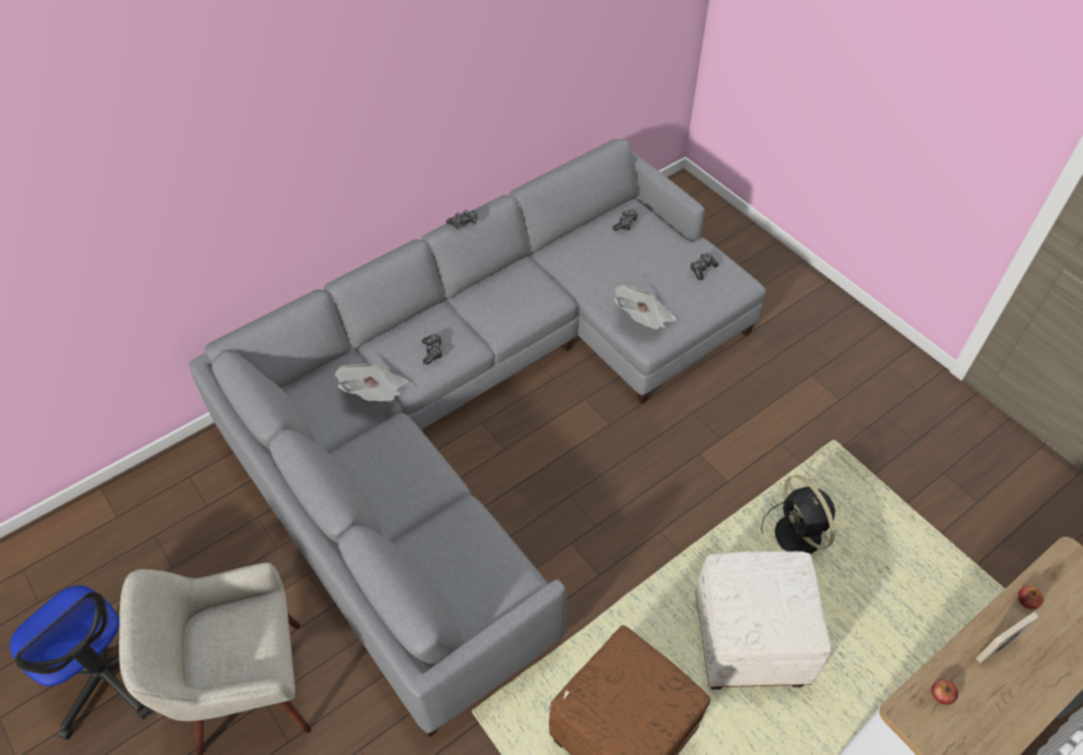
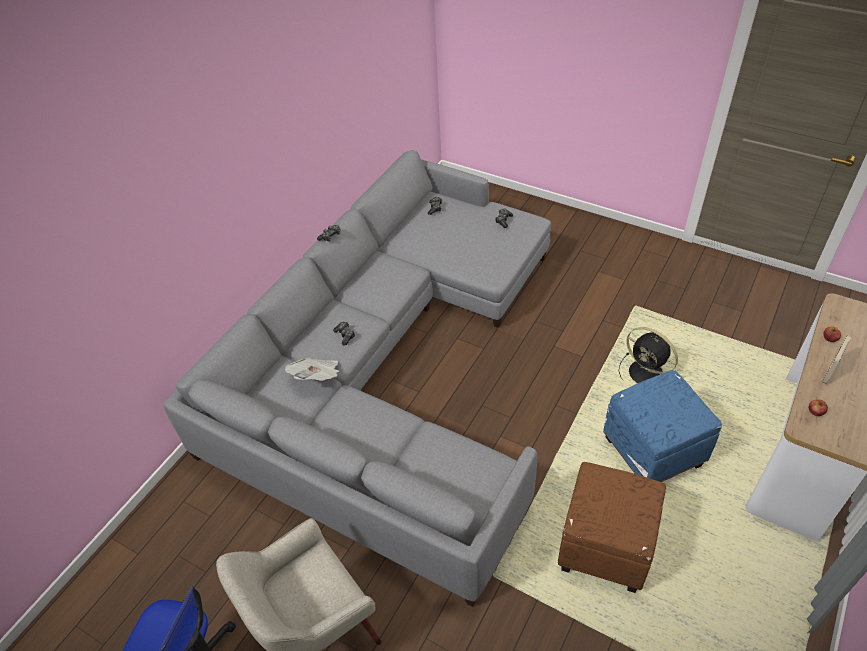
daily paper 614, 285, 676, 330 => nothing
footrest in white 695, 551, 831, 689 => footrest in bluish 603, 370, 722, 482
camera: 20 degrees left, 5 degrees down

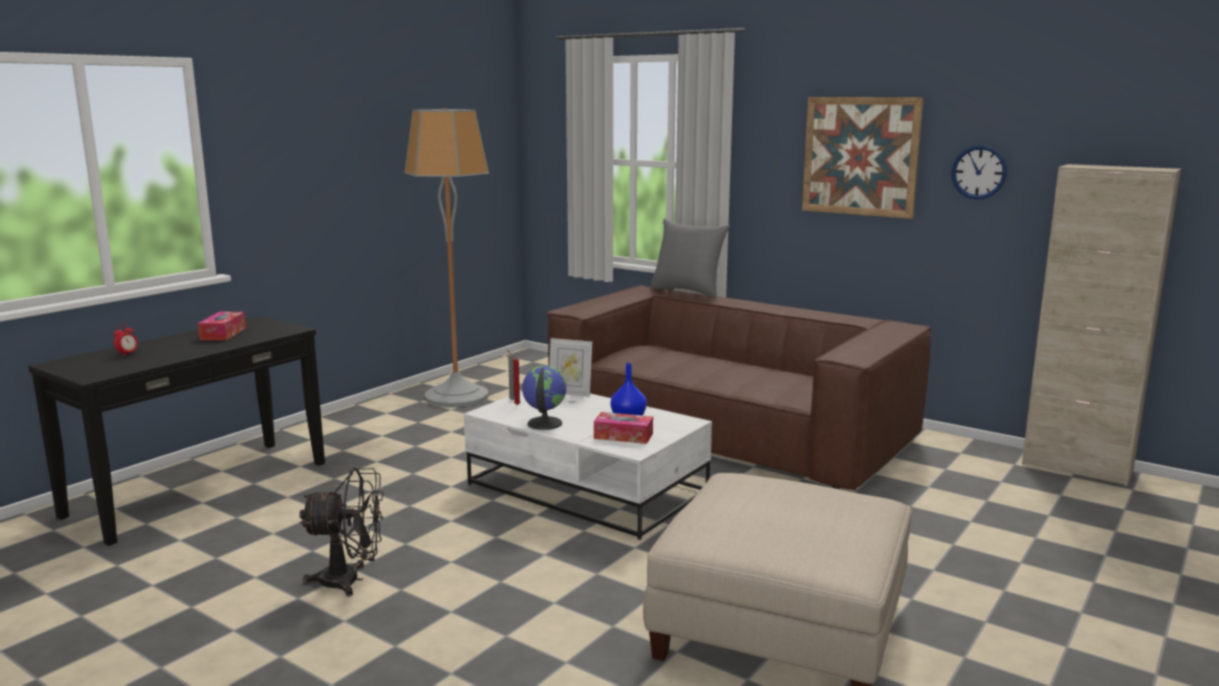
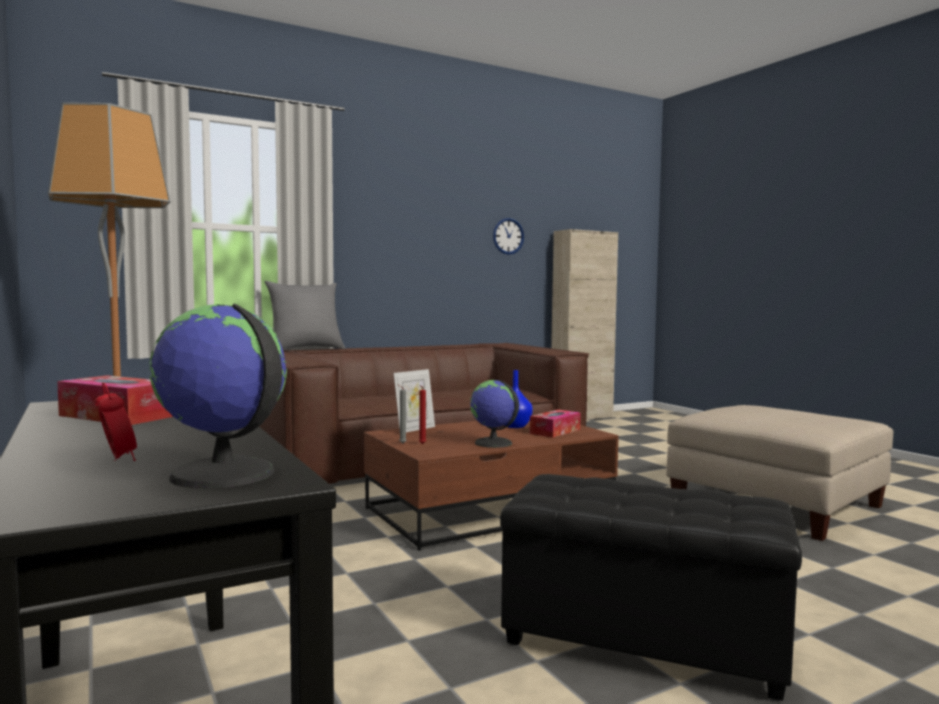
fan in black-coloured 299, 468, 384, 597 => footrest in black-coloured 500, 474, 802, 701
lounge table in white 464, 391, 712, 540 => lounge table in brown 364, 415, 619, 551
wall art 802, 97, 924, 219 => nothing
nothing => world globe 149, 304, 287, 488
camera: 65 degrees left, 10 degrees down

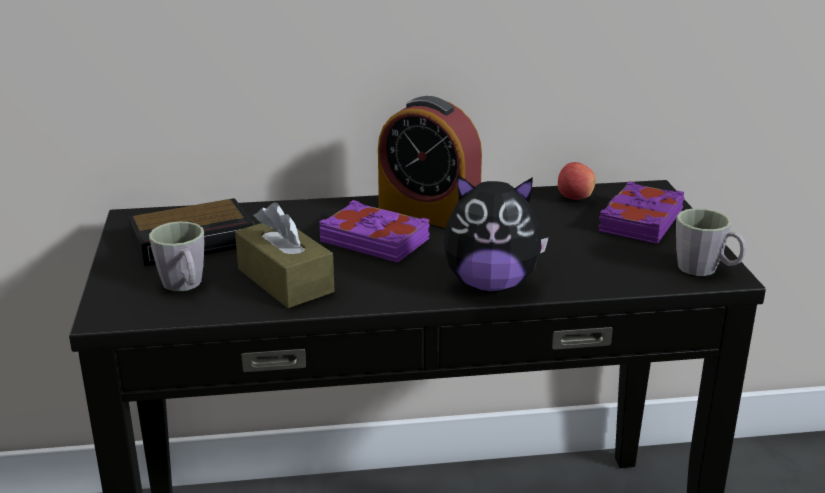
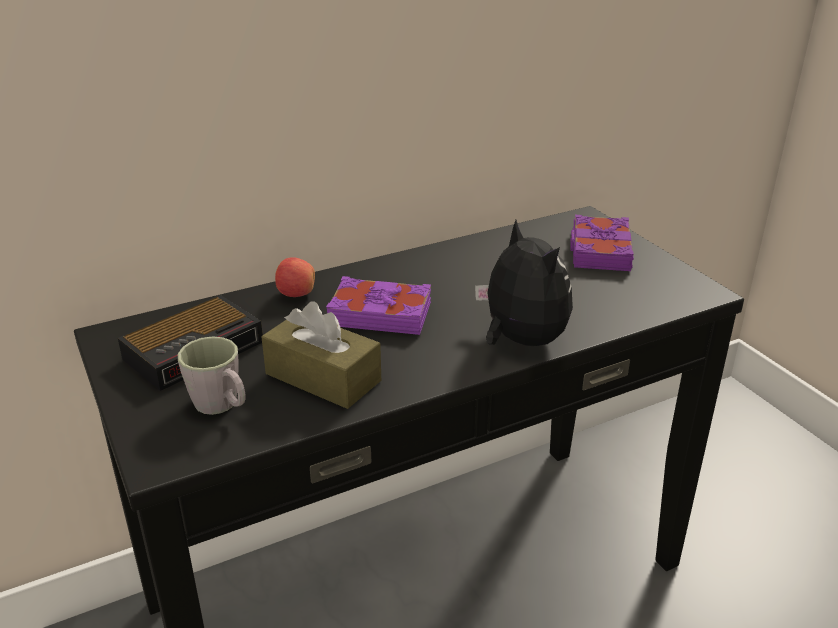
bedside clock 378, 96, 482, 228 => nothing
plush toy 443, 174, 549, 292 => plush toy 475, 220, 573, 346, 105 degrees counterclockwise
apple fruit 558, 162, 596, 200 => apple fruit 275, 257, 315, 297, relocated
tea mug in greyish 676, 208, 746, 276 => nothing
camera: 20 degrees left, 5 degrees up

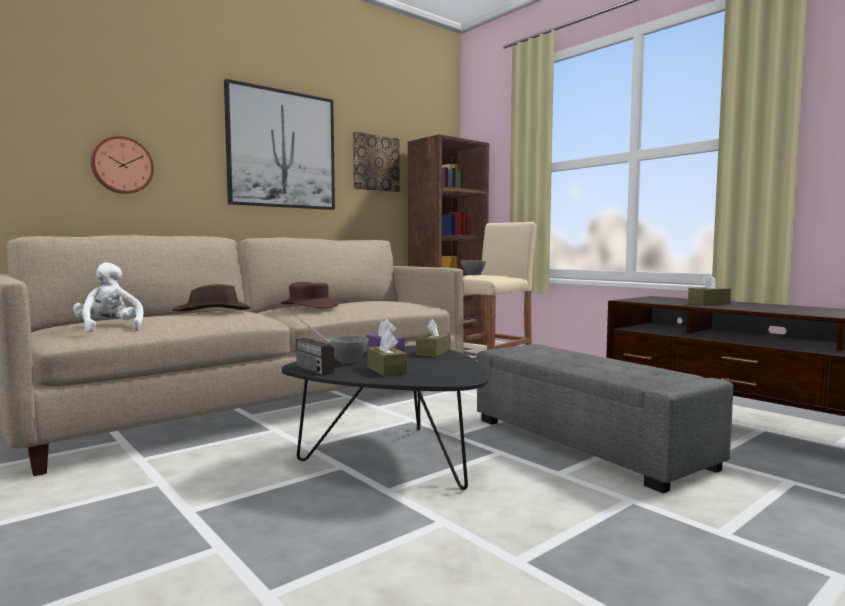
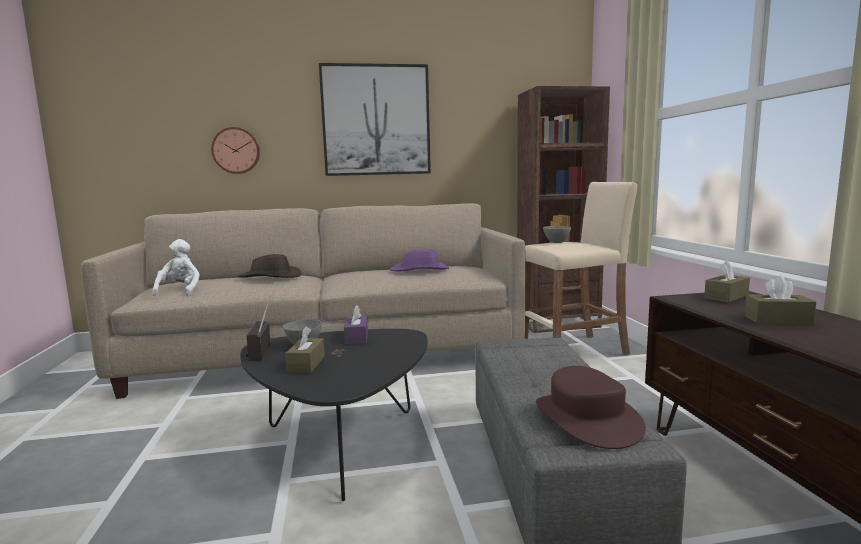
wearable hat in brown 281, 282, 339, 308 => wearable hat in brown 536, 366, 646, 449, relocated
wall art 353, 132, 400, 192 => nothing
box of tissues in brown 416, 319, 451, 357 => box of tissues in brown 704, 260, 750, 303, relocated
nothing => wearable hat in purplish 390, 248, 449, 271
camera: 30 degrees right, 5 degrees up

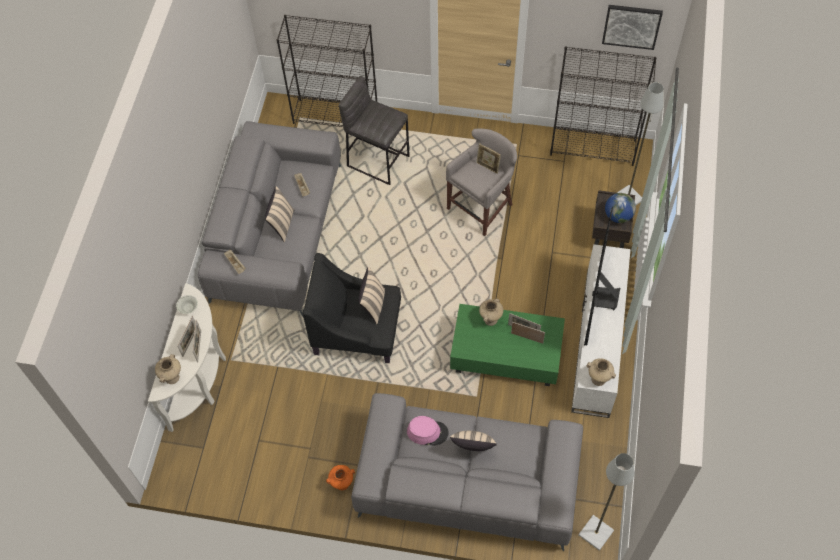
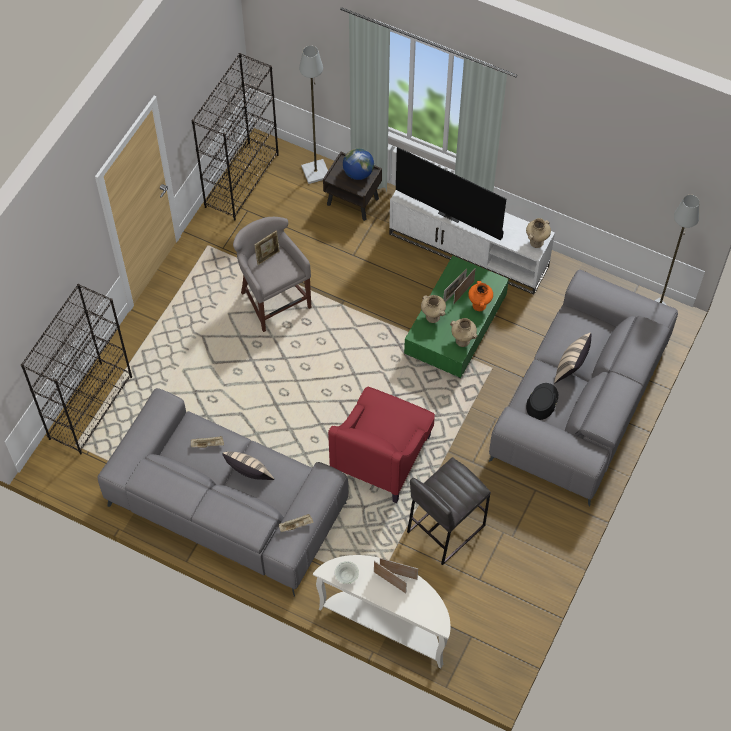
decorative vase in beige 155, 354, 181, 384 => decorative vase in beige 450, 318, 477, 347, relocated
armchair in black-coloured 303, 253, 401, 363 => armchair in red-coloured 328, 387, 435, 503
decorative vase in orange-coloured 326, 465, 355, 490 => decorative vase in orange-coloured 468, 281, 493, 311, relocated
stool seat in greyish 339, 76, 410, 185 => stool seat in greyish 407, 457, 491, 565, relocated
throw pillow in beige 358, 267, 385, 325 => nothing
wearable hat in pink 407, 416, 449, 445 => wearable hat in black-coloured 526, 383, 559, 420
wall art 602, 5, 663, 50 => nothing
camera: 75 degrees left, 0 degrees up

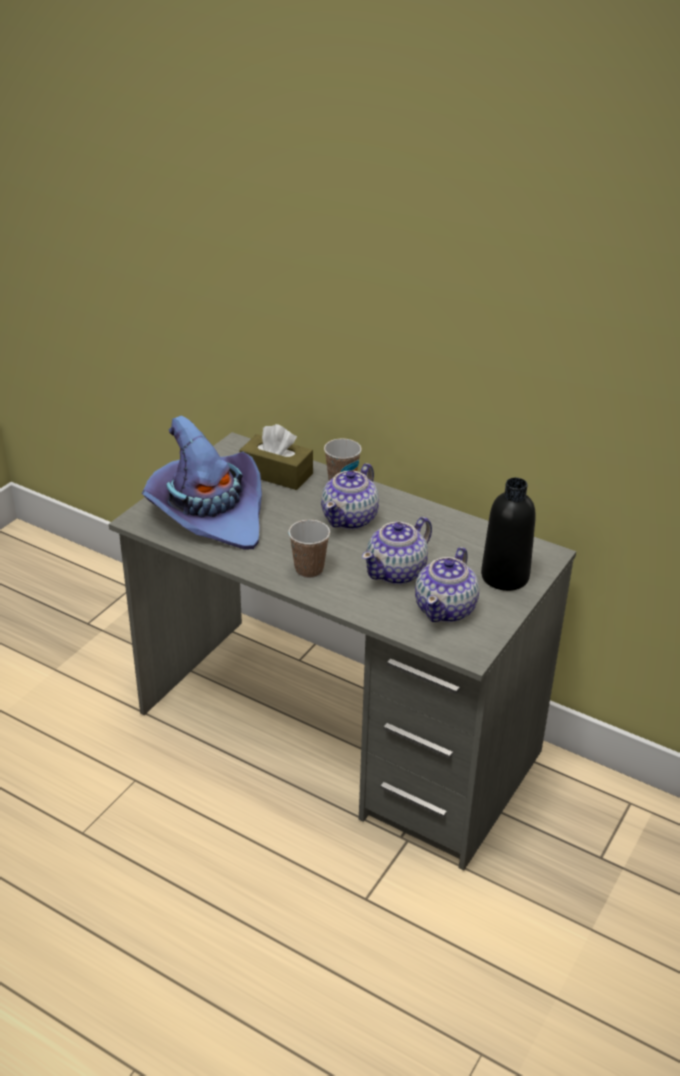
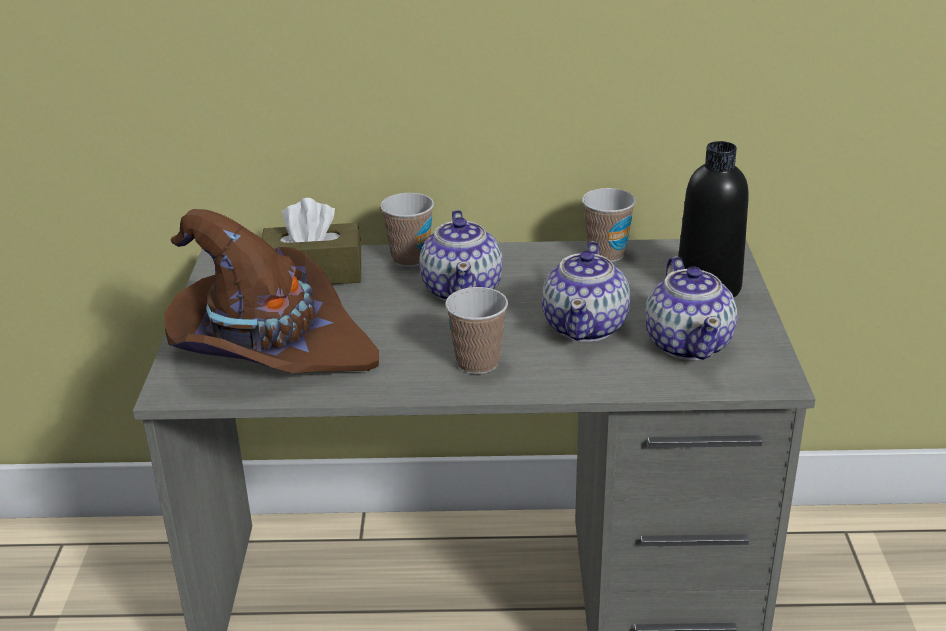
wearable hat in purplish 142, 415, 262, 550 => wearable hat in brown 164, 209, 379, 373
nothing => cup 582, 188, 636, 262
camera: 30 degrees left, 5 degrees down

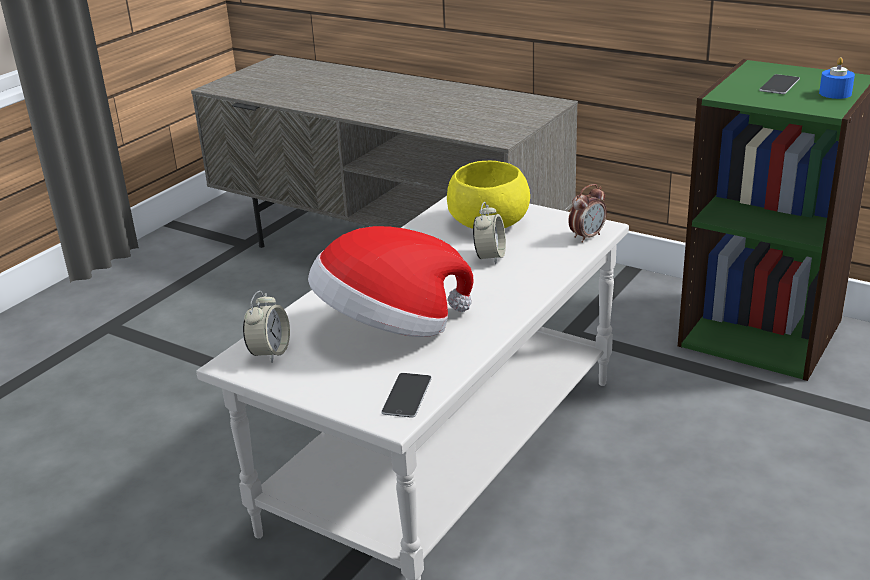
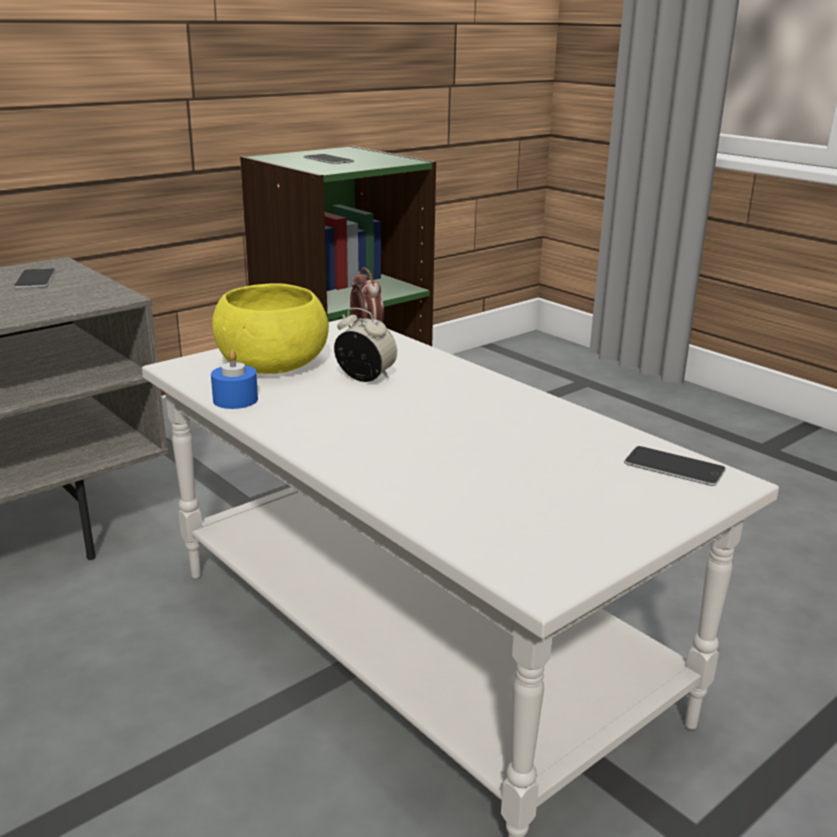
bedside clock 243, 291, 290, 363 => nothing
wearable hat 308, 226, 473, 337 => nothing
wax light in bluish 819, 57, 855, 99 => wax light in bluish 211, 350, 258, 409, relocated
nothing => telephone 14, 268, 56, 288
camera: 75 degrees left, 5 degrees down

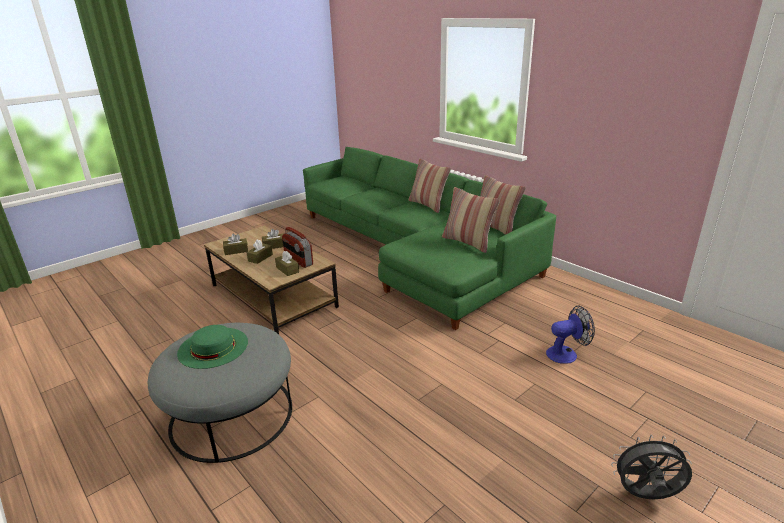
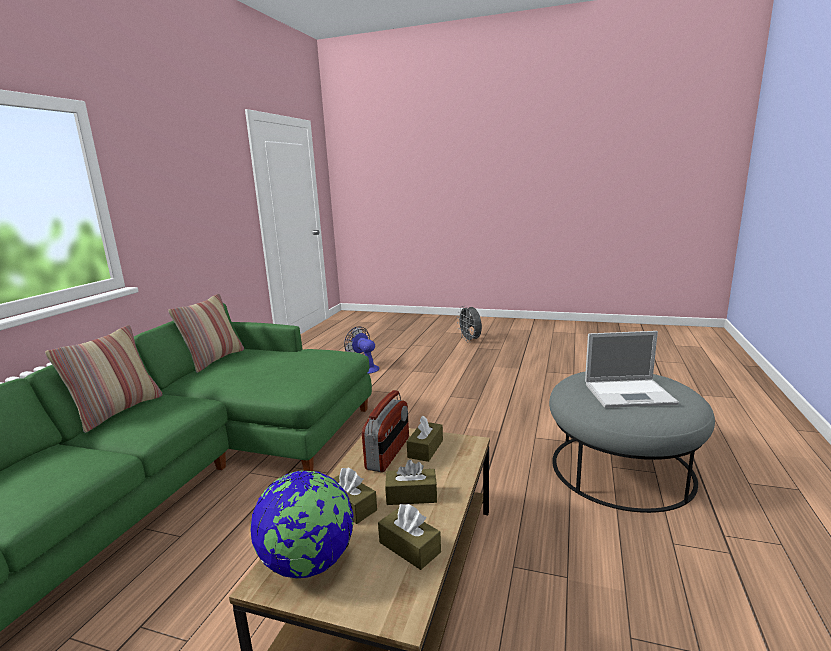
wearable hat in greenish 177, 325, 248, 369 => laptop 585, 331, 679, 408
throw pillow 442, 187, 500, 253 => nothing
nothing => world globe 250, 470, 354, 579
camera: 120 degrees left, 10 degrees down

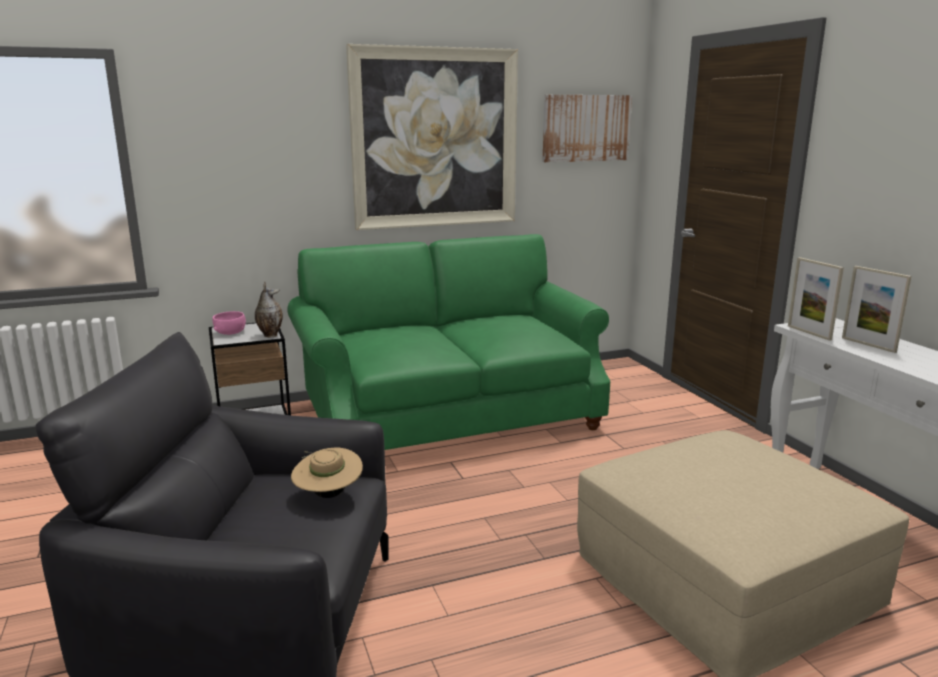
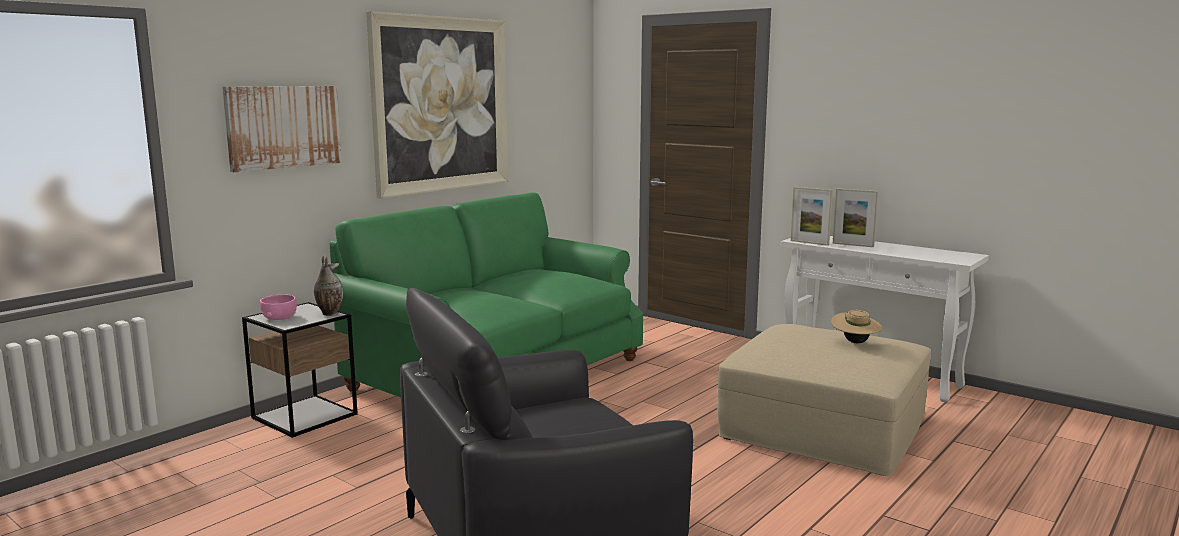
wearable hat in beige 291, 448, 363, 498 => wearable hat in beige 831, 310, 882, 343, relocated
wall art 542, 95, 632, 162 => wall art 222, 86, 342, 172, relocated
camera: 30 degrees left, 5 degrees down

